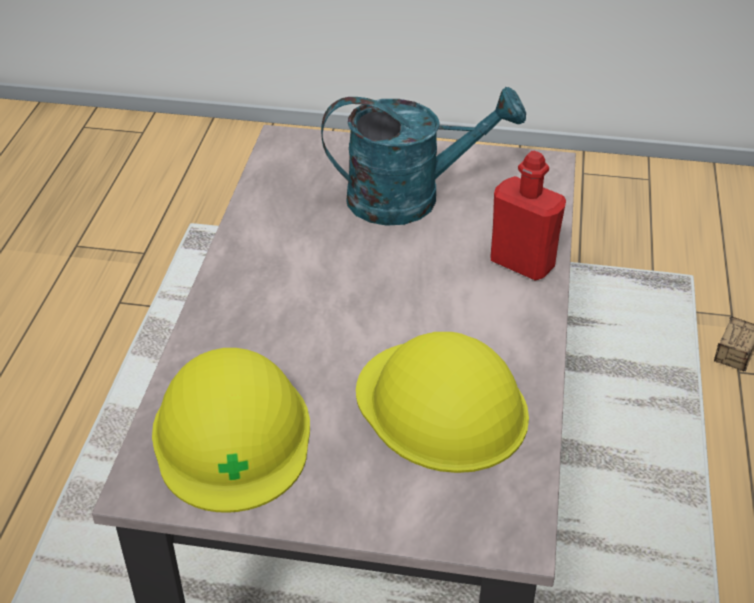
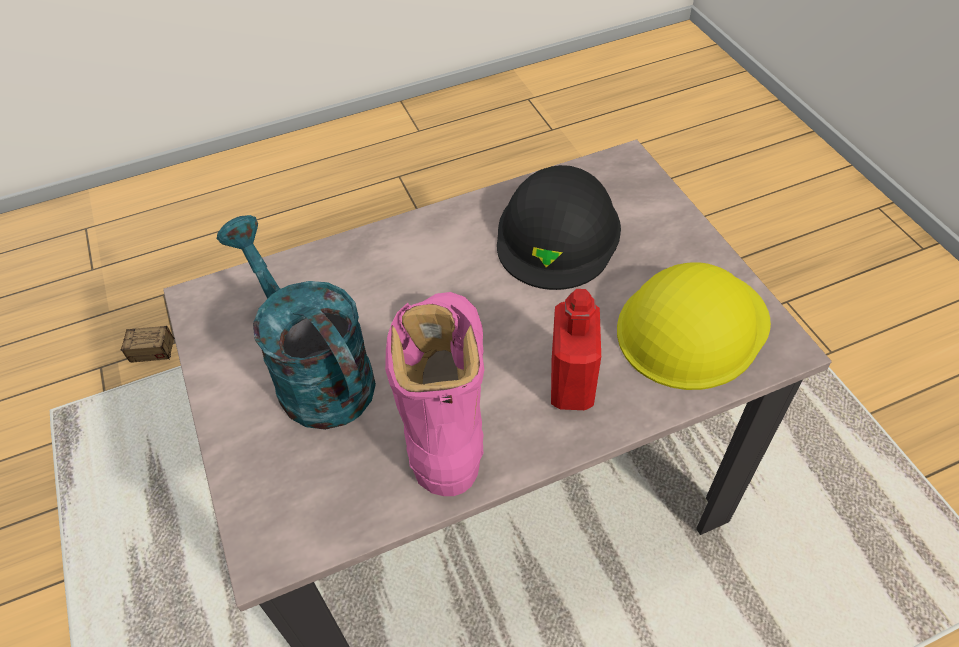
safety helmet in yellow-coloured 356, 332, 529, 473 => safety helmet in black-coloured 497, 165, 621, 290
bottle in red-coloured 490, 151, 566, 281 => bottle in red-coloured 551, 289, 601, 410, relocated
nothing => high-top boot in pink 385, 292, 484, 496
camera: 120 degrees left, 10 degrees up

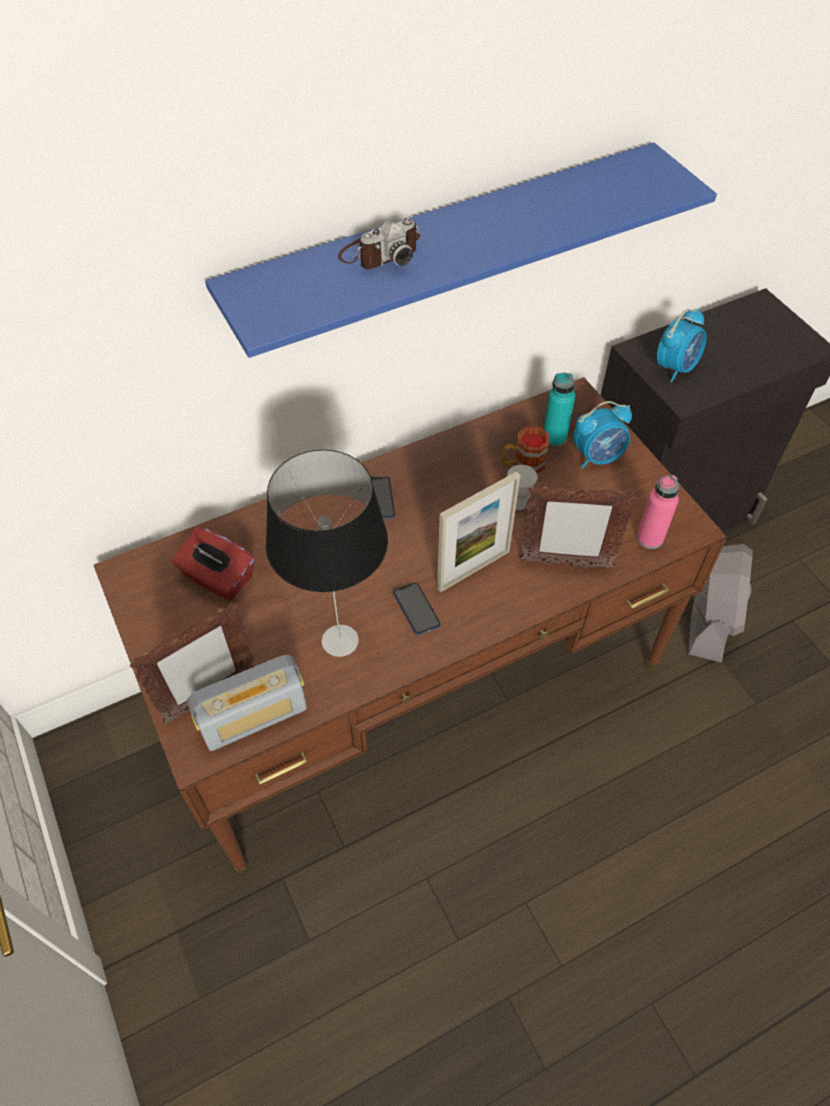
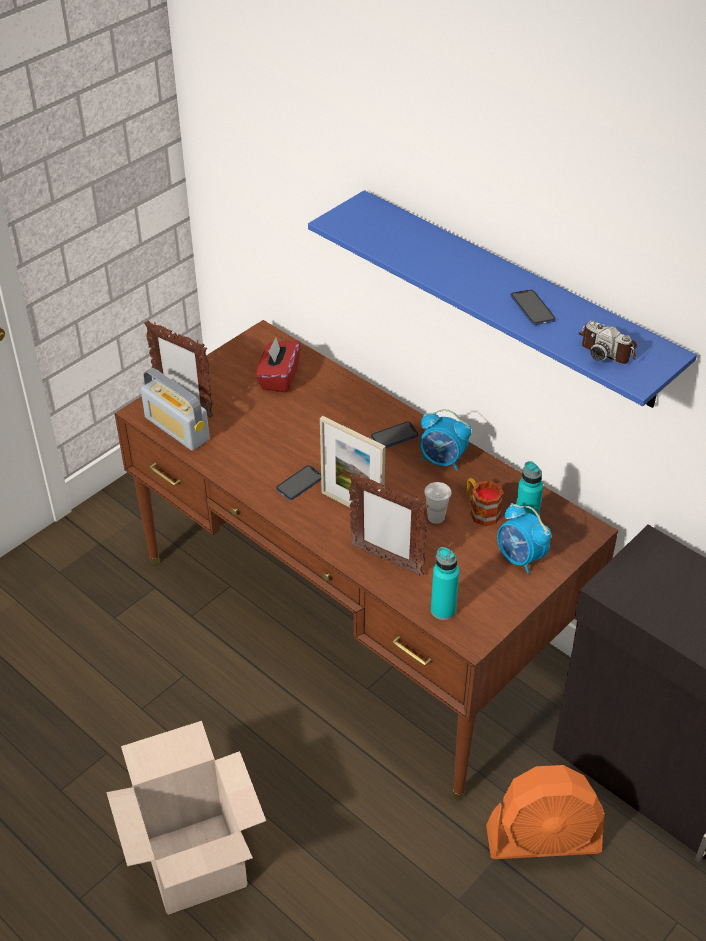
lamp for a table 266, 450, 388, 657 => nothing
photo camera 338, 217, 420, 269 => photo camera 578, 321, 637, 364, relocated
standing frame 520, 484, 637, 569 => standing frame 348, 472, 428, 576, 45 degrees counterclockwise
bottle in pink 636, 475, 680, 549 => bottle in turquoise 431, 547, 459, 620
bedside clock 657, 308, 707, 382 => bedside clock 420, 409, 472, 471, relocated
fan in greyish 688, 544, 753, 663 => fan in orange-coloured 486, 765, 605, 859
nothing => carton 107, 721, 266, 915
nothing => telephone 511, 290, 556, 325
camera: 70 degrees right, 10 degrees down

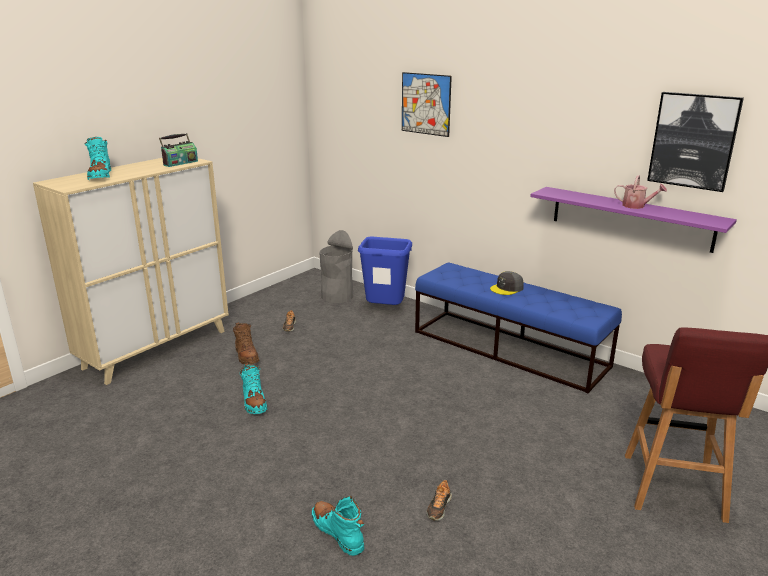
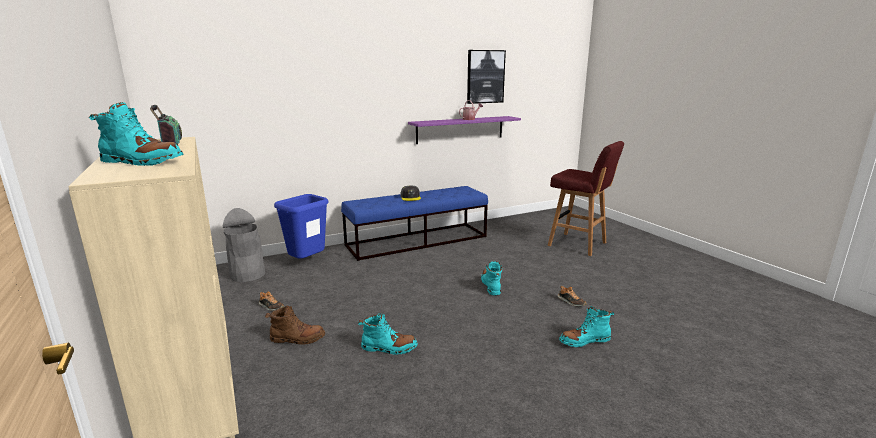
wall art 402, 72, 452, 137 => nothing
nothing => high-top boot in turquoise 481, 261, 502, 296
camera: 65 degrees left, 5 degrees down

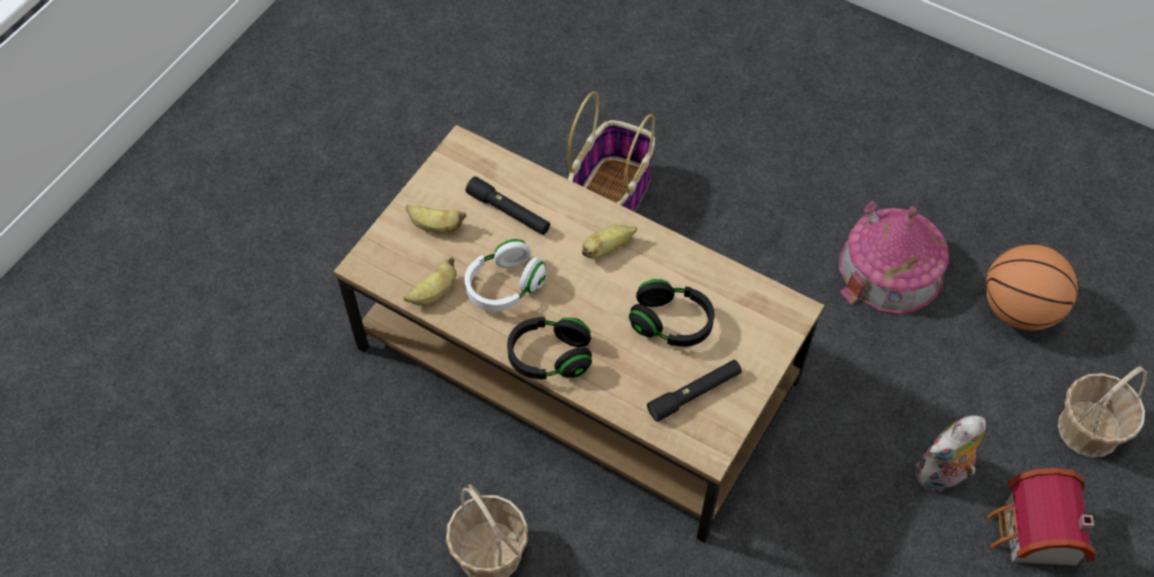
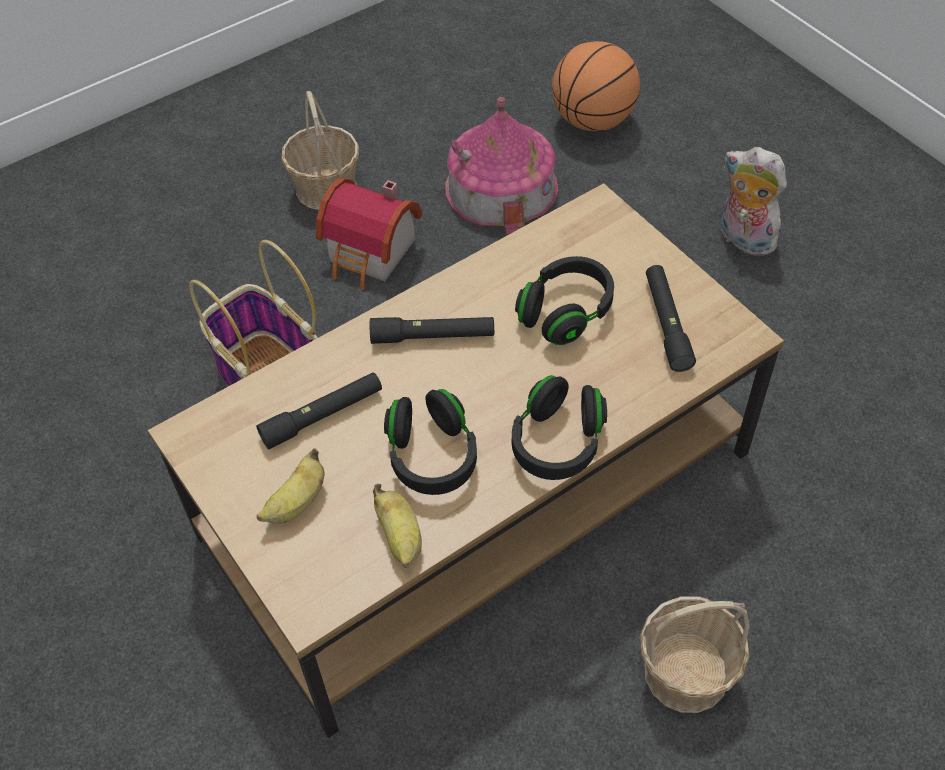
headset in white 465, 239, 547, 311 => headset in black-coloured 384, 389, 477, 495
banana 582, 225, 637, 258 => torch in black-coloured 370, 317, 494, 344
plush toy 916, 415, 986, 493 => plush toy 721, 147, 787, 256, 135 degrees clockwise
miniature house 987, 468, 1095, 566 => miniature house 316, 178, 422, 290, relocated
storage basket 1058, 366, 1147, 458 => storage basket 281, 91, 359, 210, relocated
camera: 65 degrees left, 5 degrees down

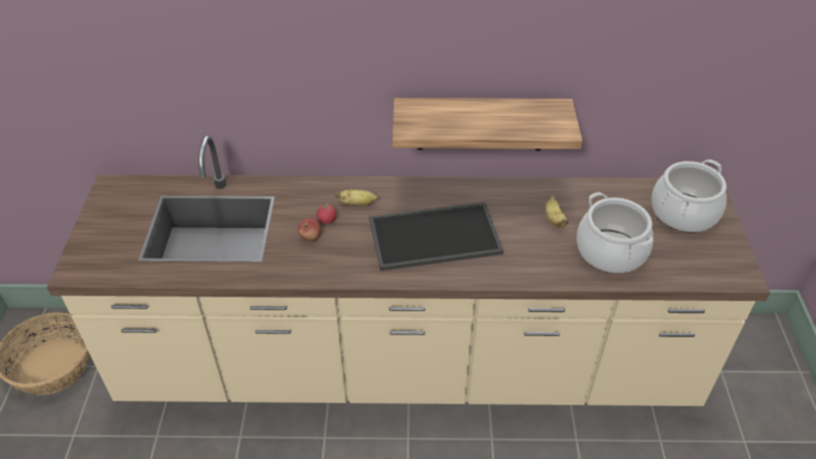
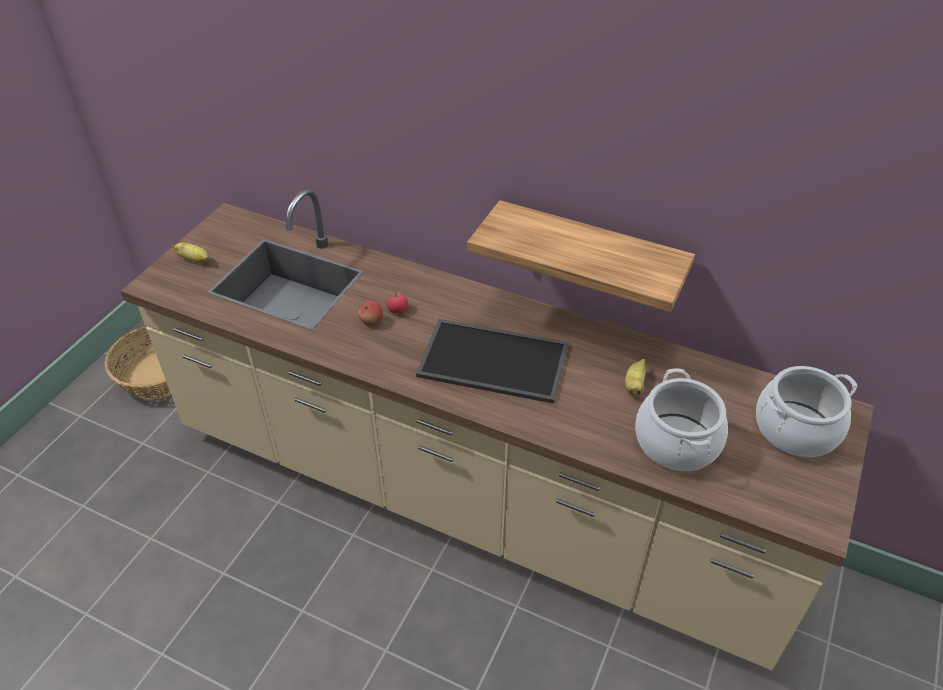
banana 336, 190, 378, 205 => banana 171, 242, 209, 263, relocated
camera: 25 degrees right, 0 degrees up

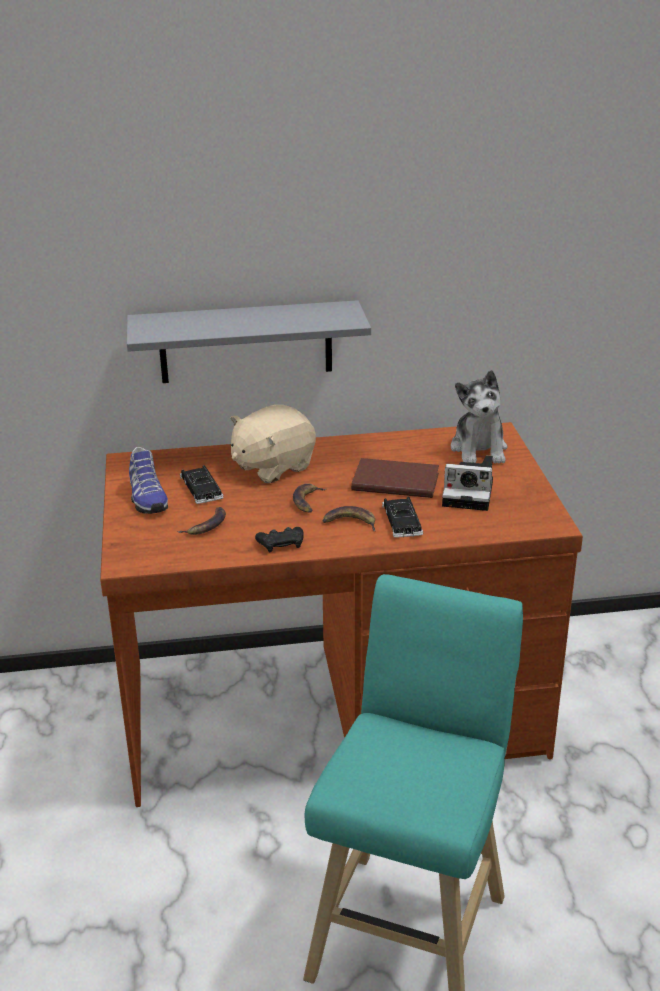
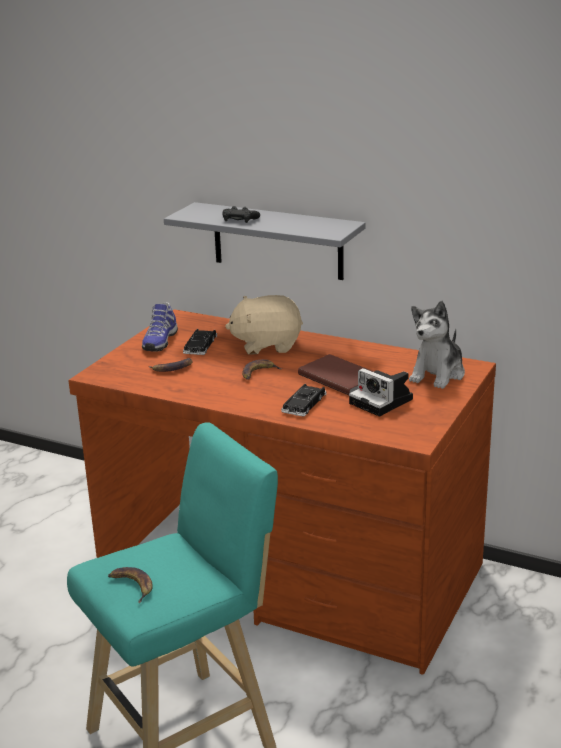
game controller in black-coloured 255, 527, 304, 553 => game controller in black-coloured 223, 206, 260, 223, relocated
banana 323, 506, 376, 531 => banana 108, 567, 153, 603, relocated
camera: 35 degrees right, 5 degrees down

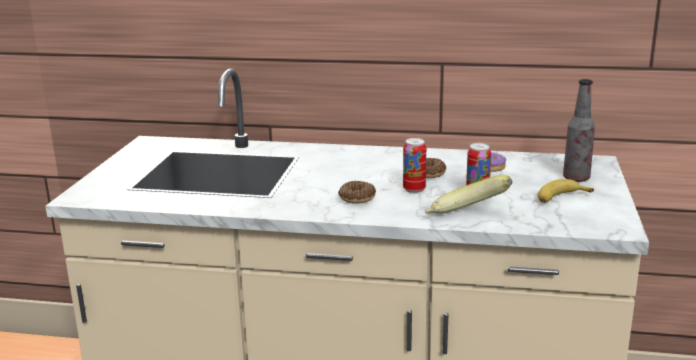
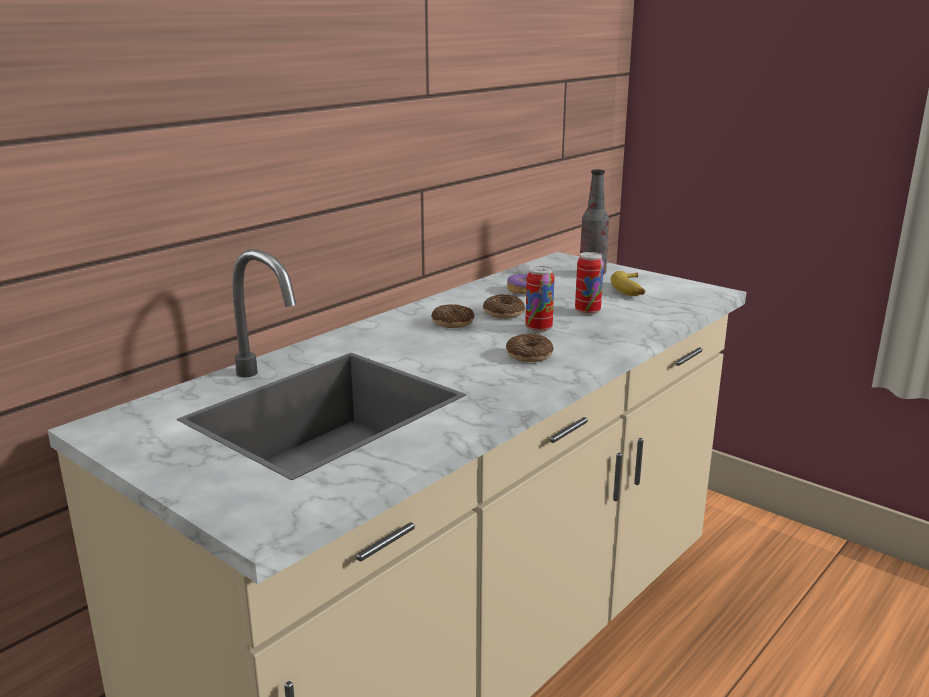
banana 425, 175, 512, 214 => nothing
nothing => doughnut 431, 304, 475, 328
camera: 60 degrees left, 0 degrees up

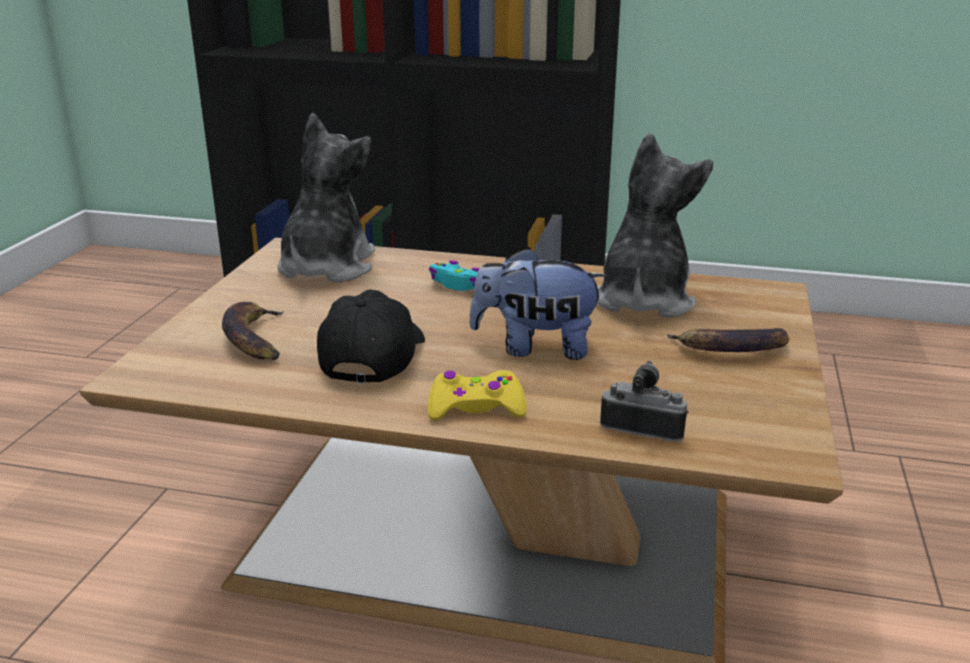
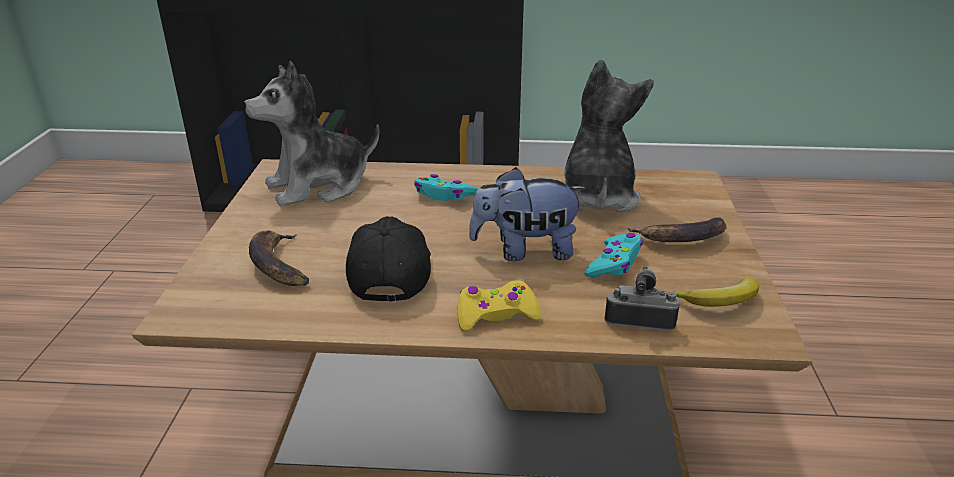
plush toy 277, 113, 375, 282 => plush toy 244, 61, 380, 207, 120 degrees counterclockwise
nothing => game controller in turquoise 584, 233, 643, 278
nothing => banana 674, 278, 759, 307
camera: 10 degrees left, 5 degrees up

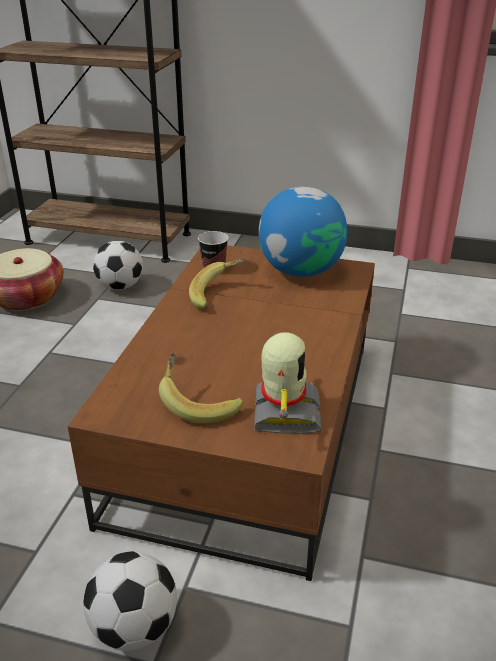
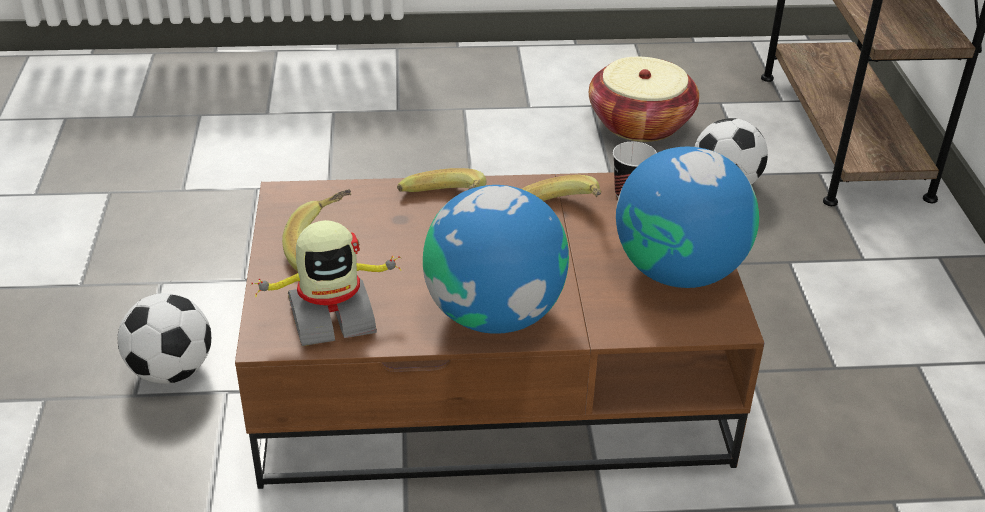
nothing => banana 397, 168, 487, 192
nothing => world globe 423, 185, 569, 334
camera: 70 degrees right, 5 degrees up

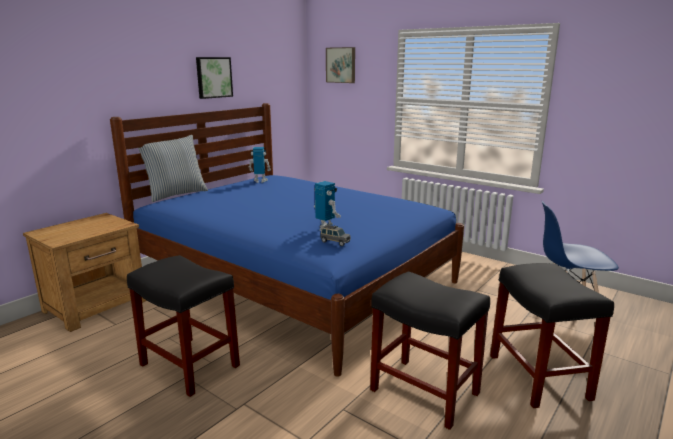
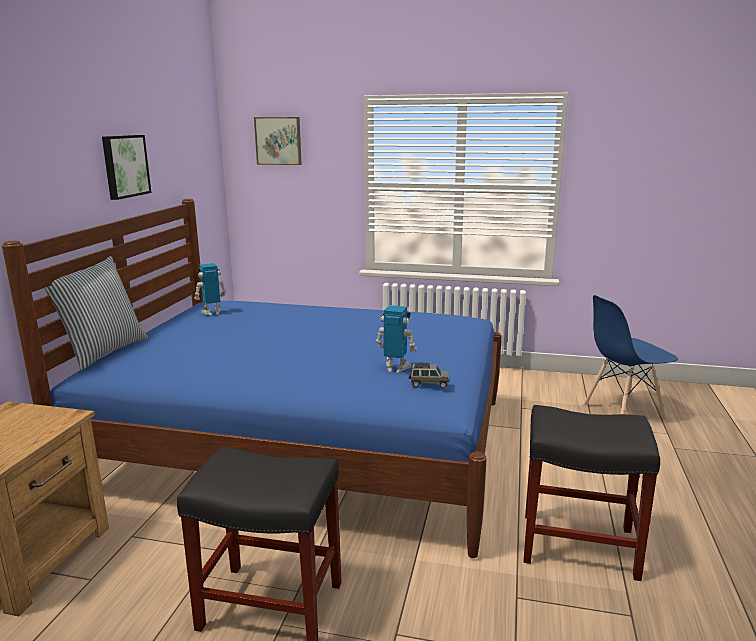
stool seat in black-coloured 490, 263, 614, 408 => nothing
camera: 25 degrees left, 0 degrees up

